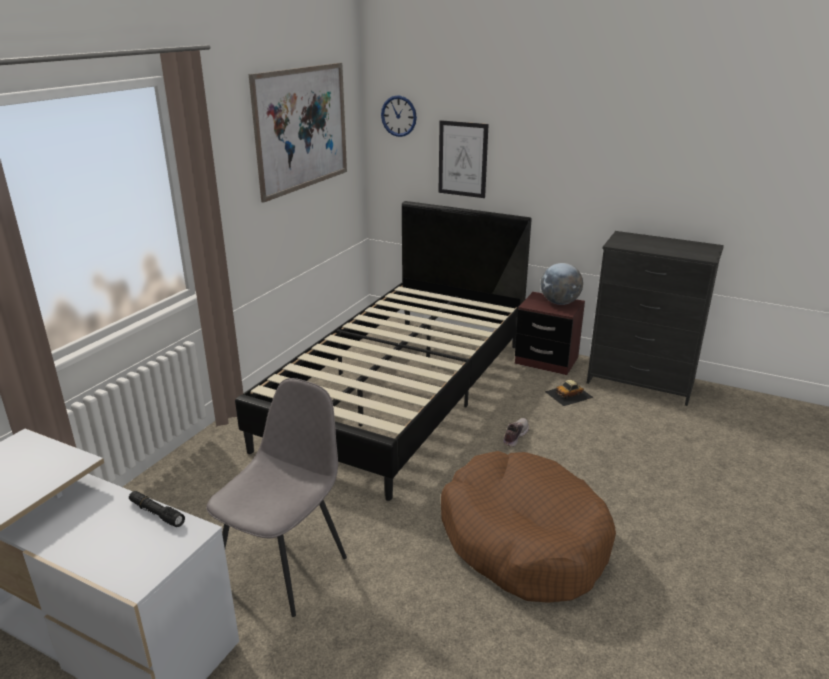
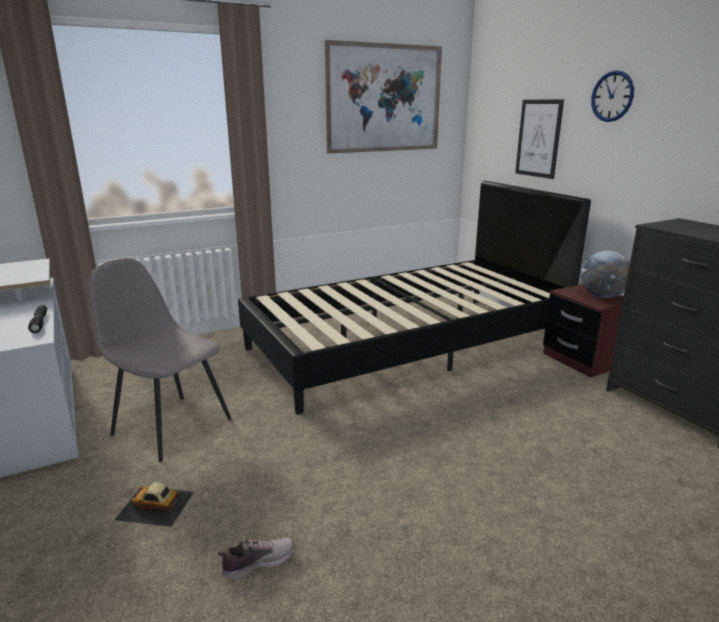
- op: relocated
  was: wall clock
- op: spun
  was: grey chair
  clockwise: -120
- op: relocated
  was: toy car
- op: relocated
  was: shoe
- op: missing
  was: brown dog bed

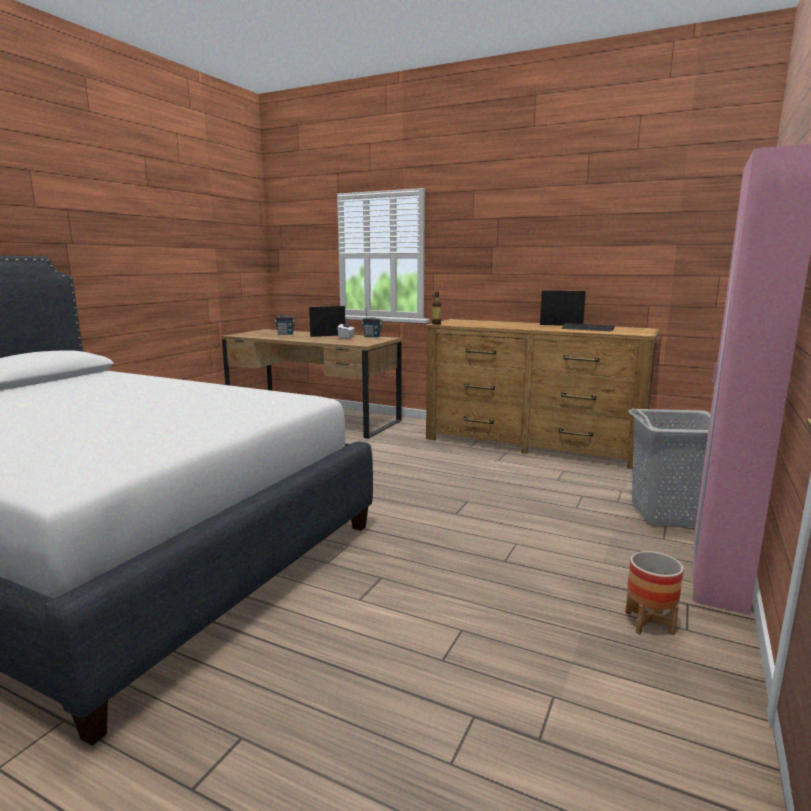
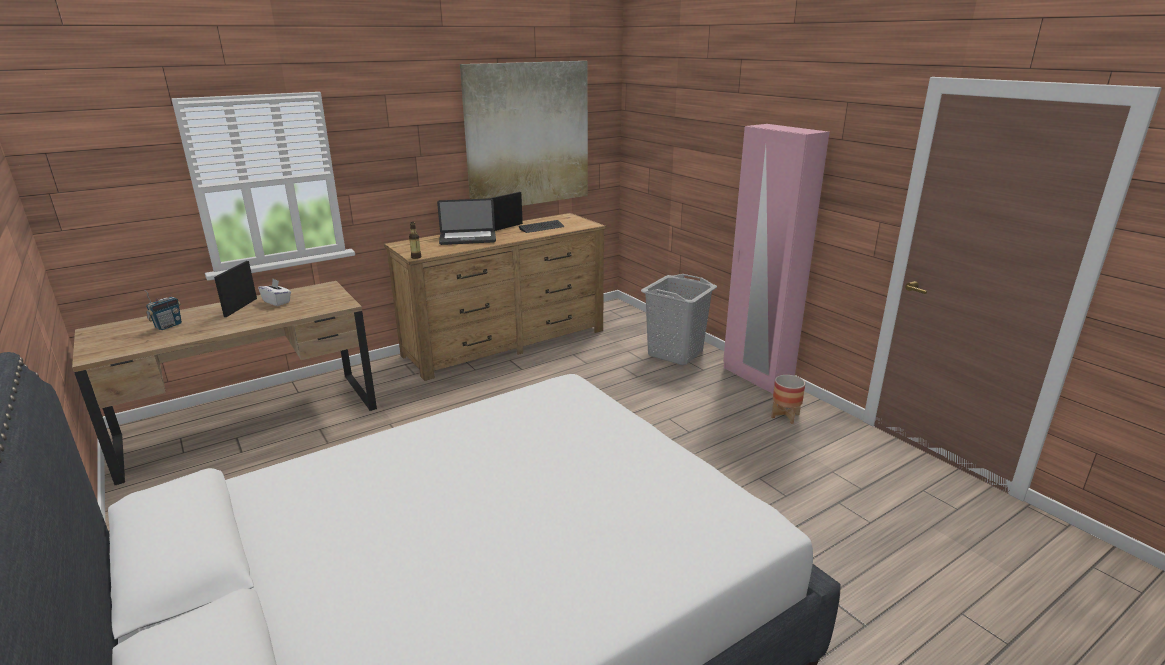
- op: missing
  was: radio (no. 2 from left)
- op: appeared
  now: picture
- op: appeared
  now: laptop

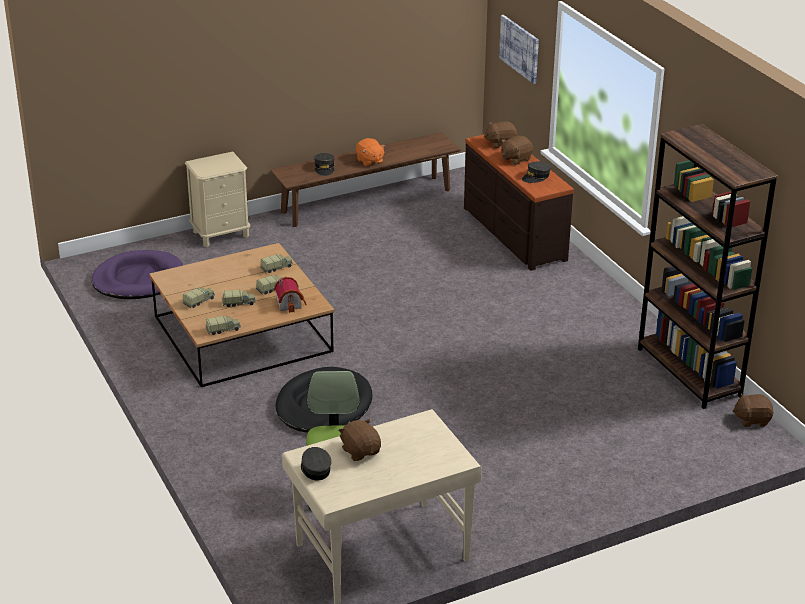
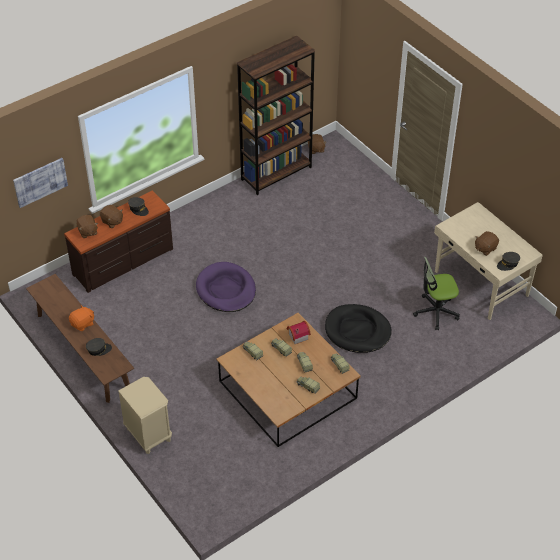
- op: relocated
  was: purple dog bed

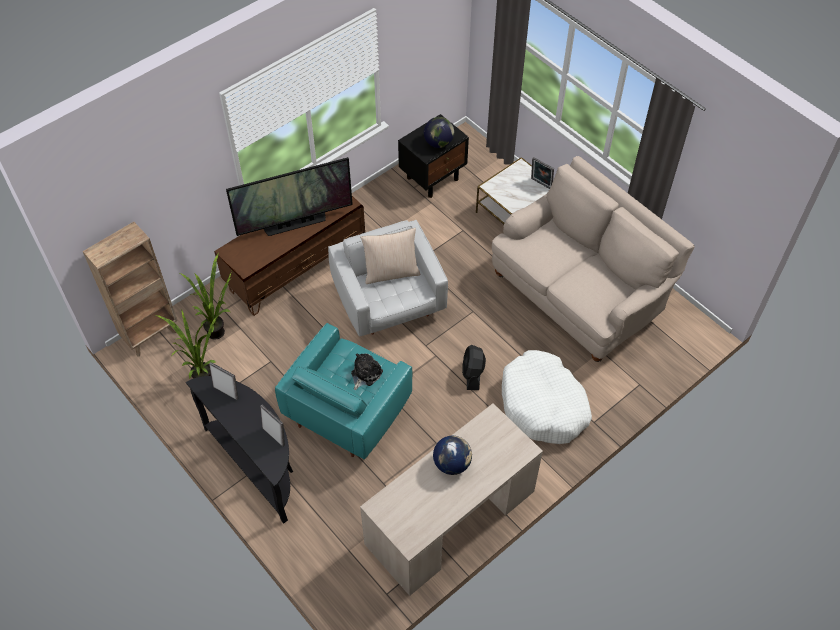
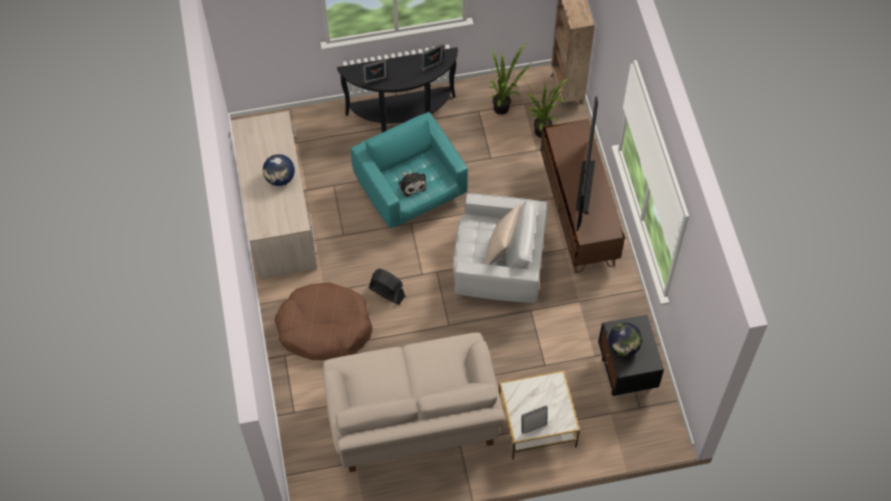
- op: colour
  was: white dog bed
  now: brown dog bed

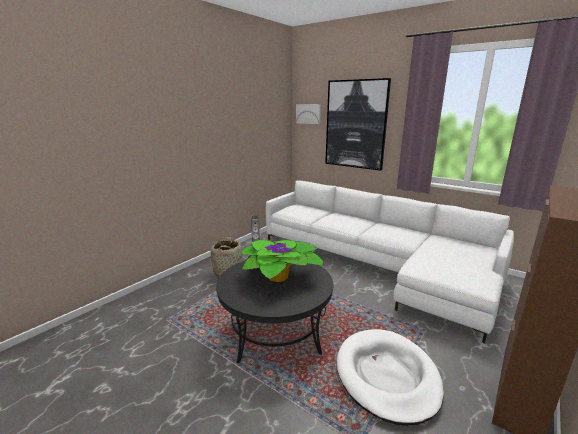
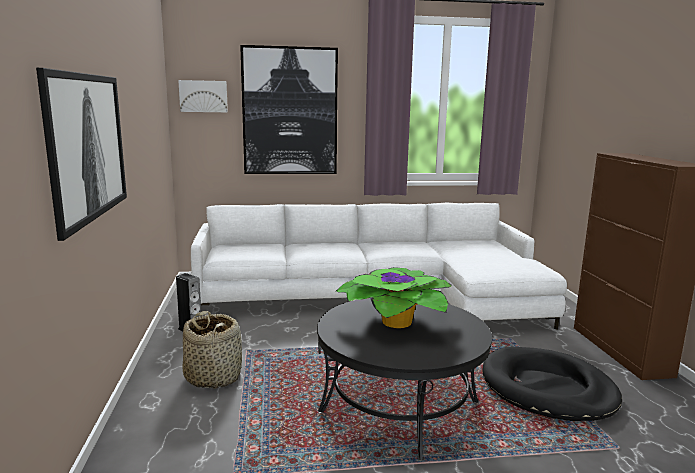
- op: colour
  was: white dog bed
  now: black dog bed
- op: appeared
  now: picture (no. 1 from left)

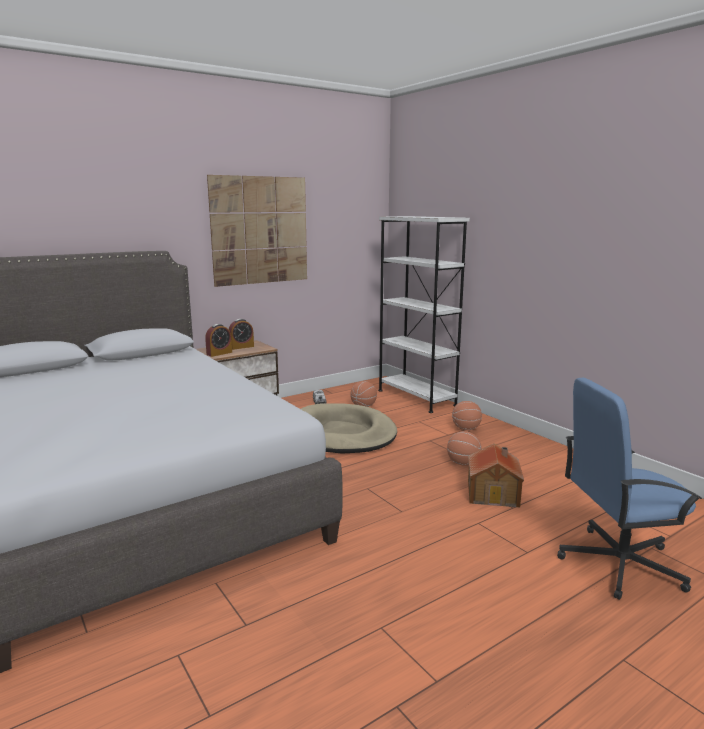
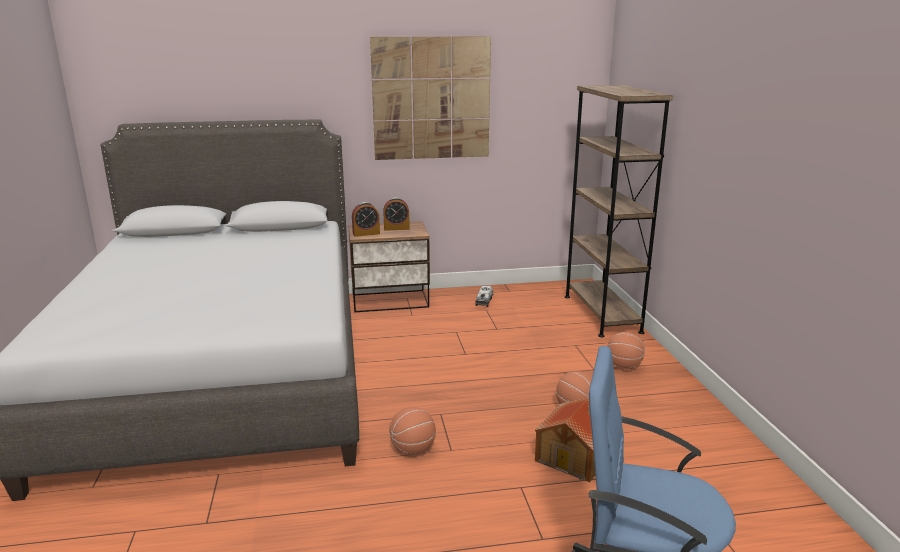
- op: colour
  was: white bookcase
  now: brown bookcase
- op: relocated
  was: basketball (no. 1 from left)
- op: missing
  was: beige dog bed

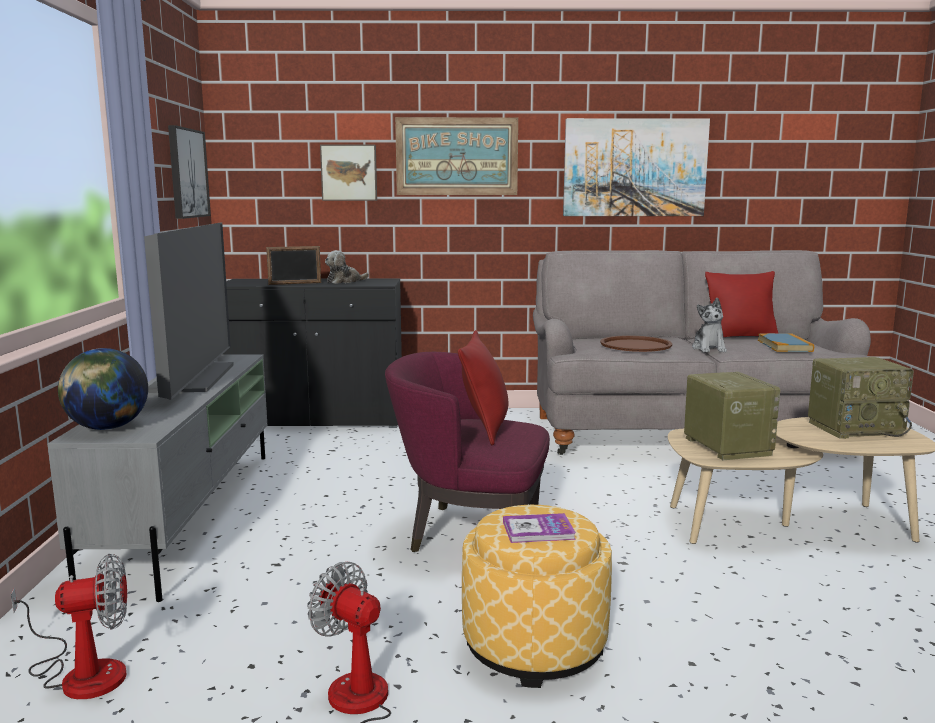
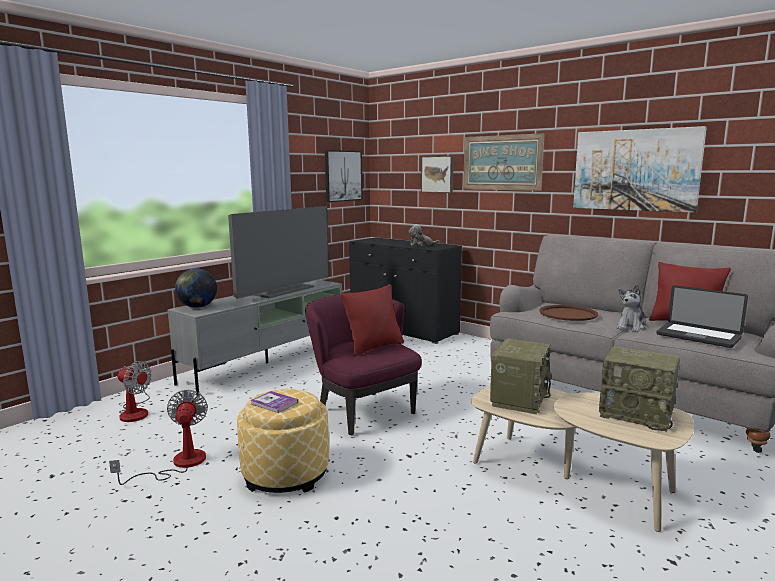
- op: missing
  was: picture frame
- op: exchanged
  was: book (no. 2 from left)
  now: laptop

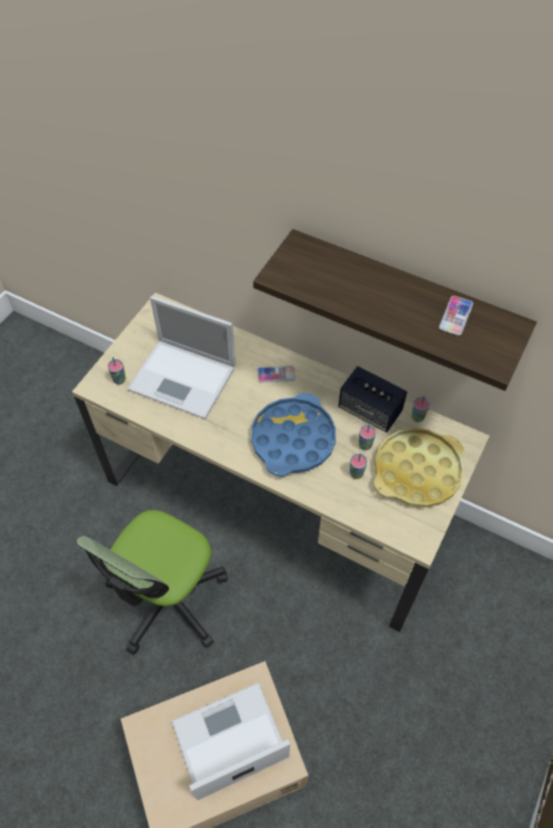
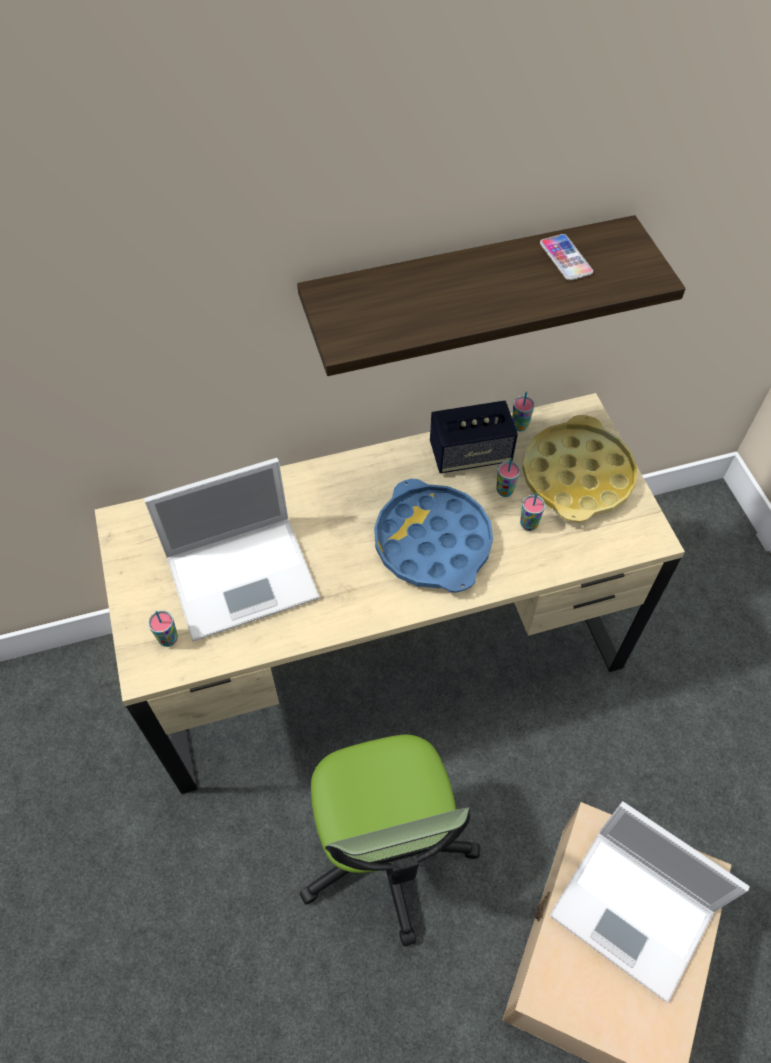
- op: missing
  was: phone (no. 1 from left)
- op: spun
  was: laptop (no. 2 from left)
  clockwise: -75

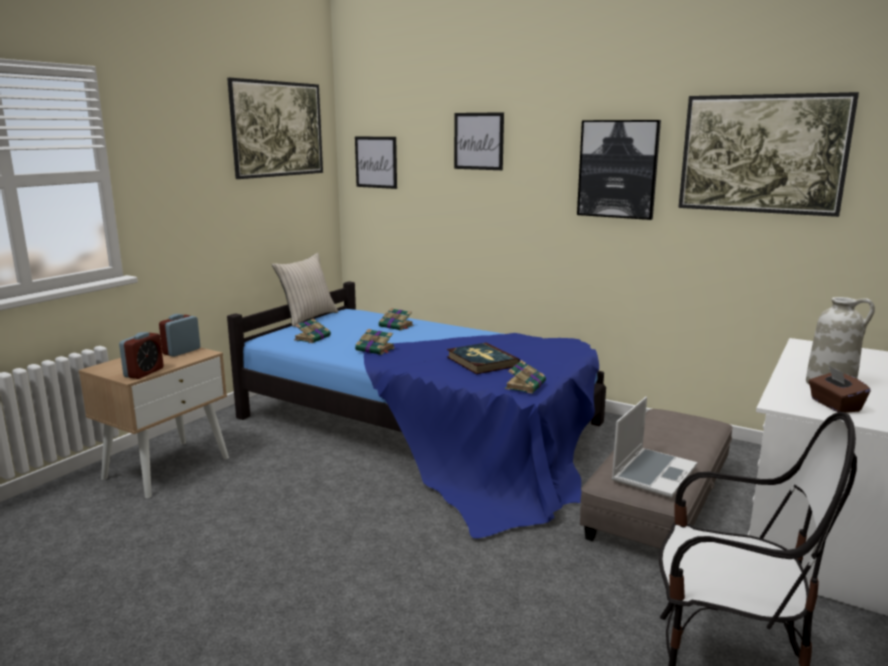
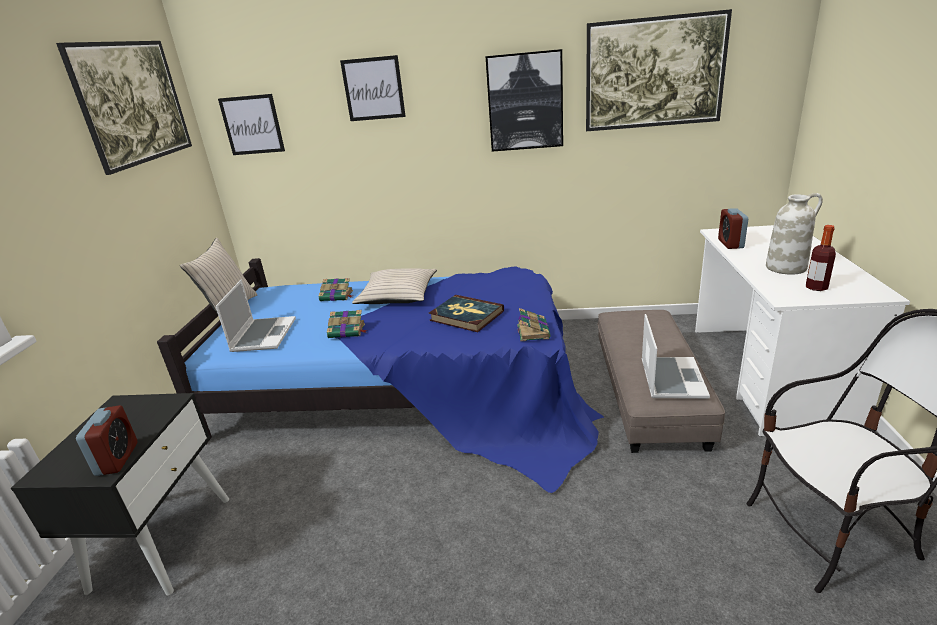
- op: relocated
  was: alarm clock (no. 2 from left)
- op: exchanged
  was: book (no. 1 from left)
  now: laptop (no. 1 from left)
- op: colour
  was: beige nightstand
  now: black nightstand
- op: exchanged
  was: brown tissue box
  now: bottle
- op: appeared
  now: beige pillow (no. 2 from left)

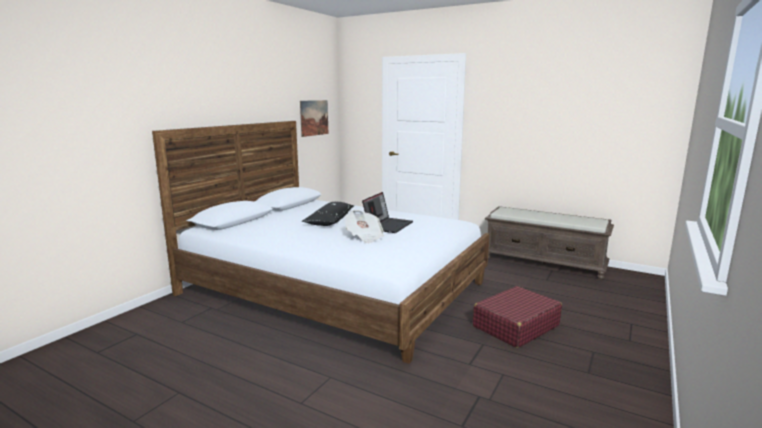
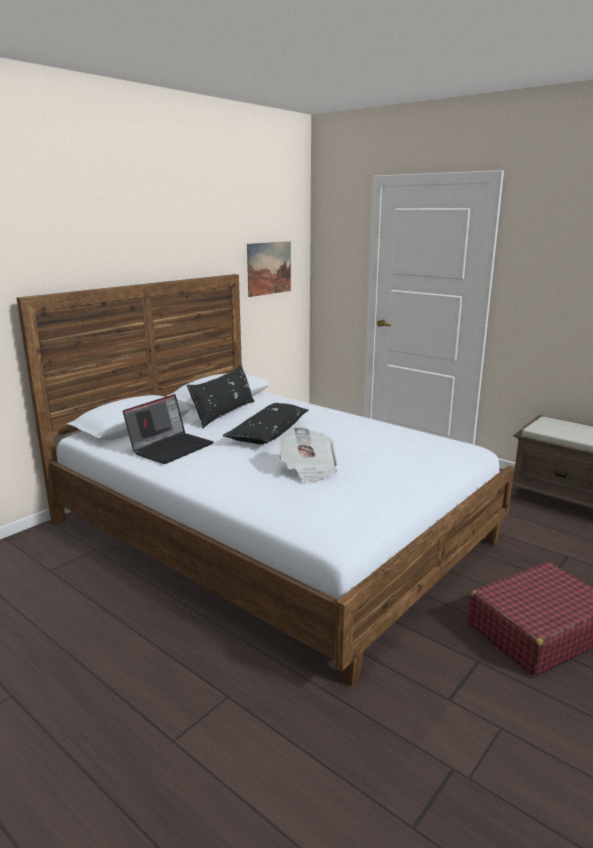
- op: relocated
  was: laptop
- op: appeared
  now: black pillow (no. 1 from left)

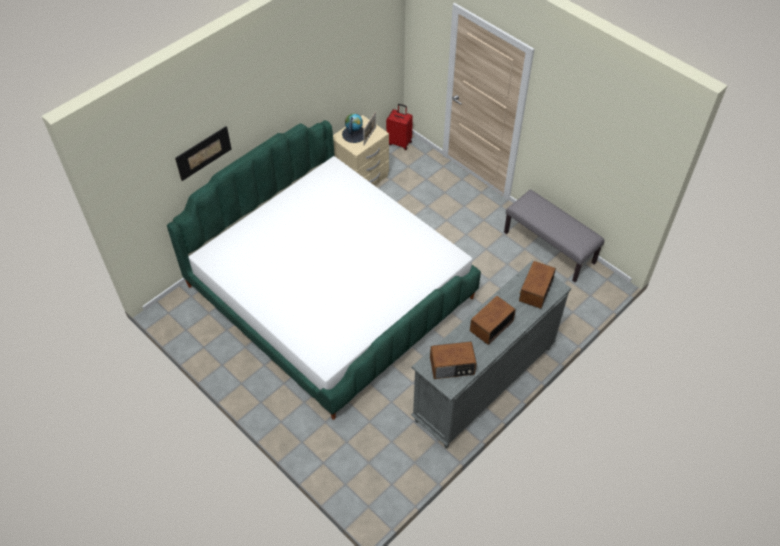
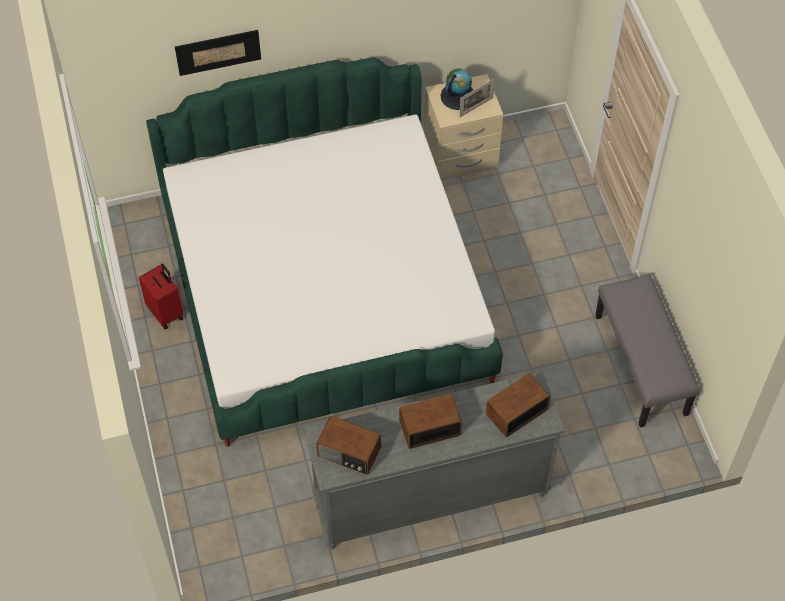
- op: relocated
  was: red suitcase

